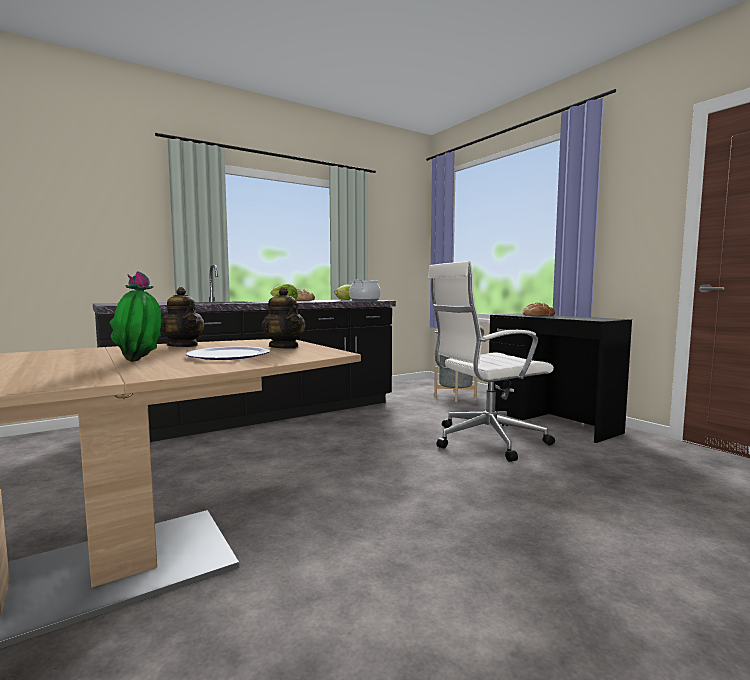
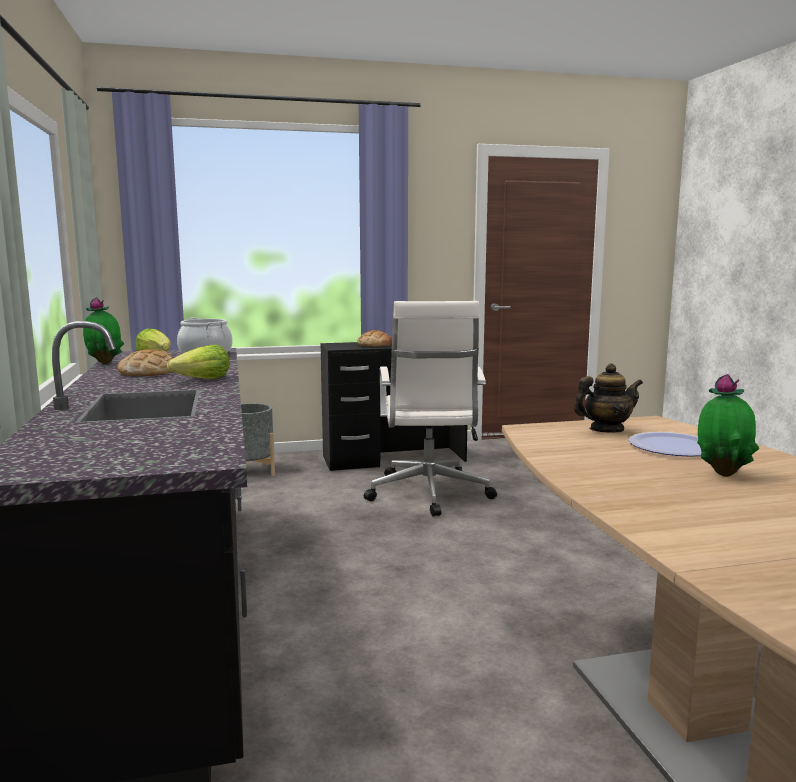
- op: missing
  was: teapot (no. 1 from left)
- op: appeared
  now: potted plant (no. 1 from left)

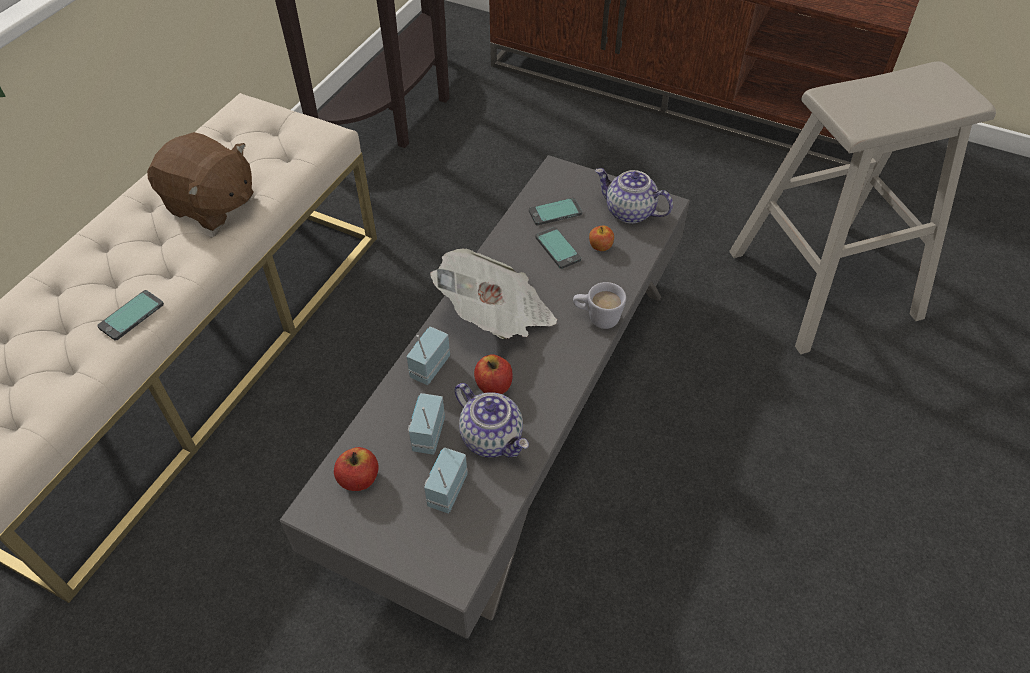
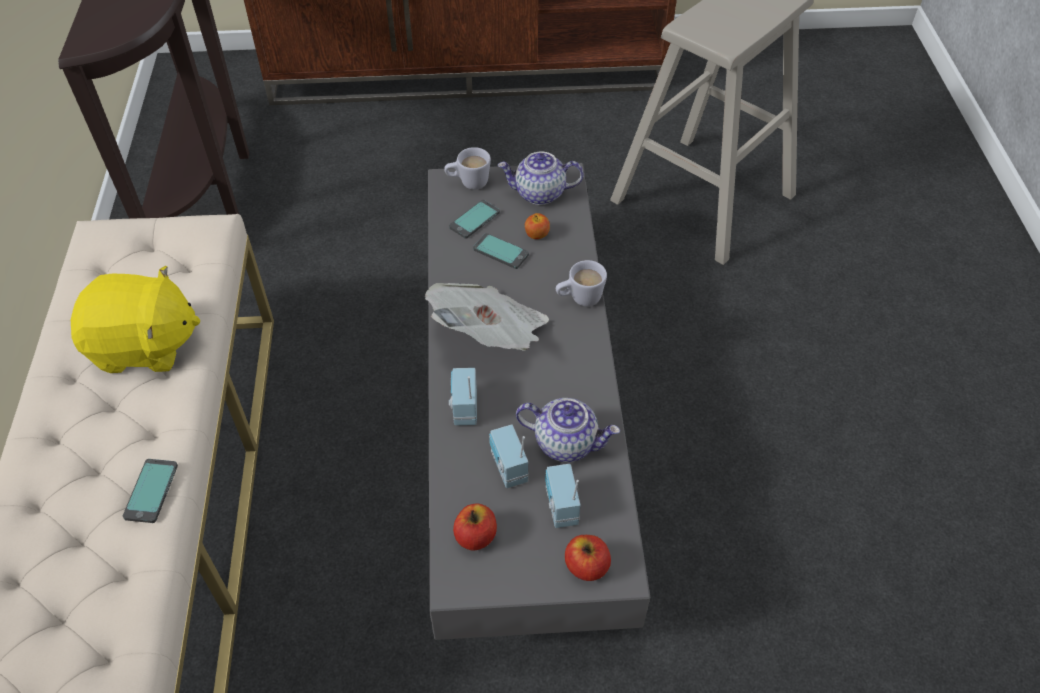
- op: colour
  was: brown plush toy
  now: yellow plush toy
- op: relocated
  was: apple (no. 2 from left in the first image)
  now: apple (no. 3 from left)
- op: appeared
  now: white mug (no. 1 from left)

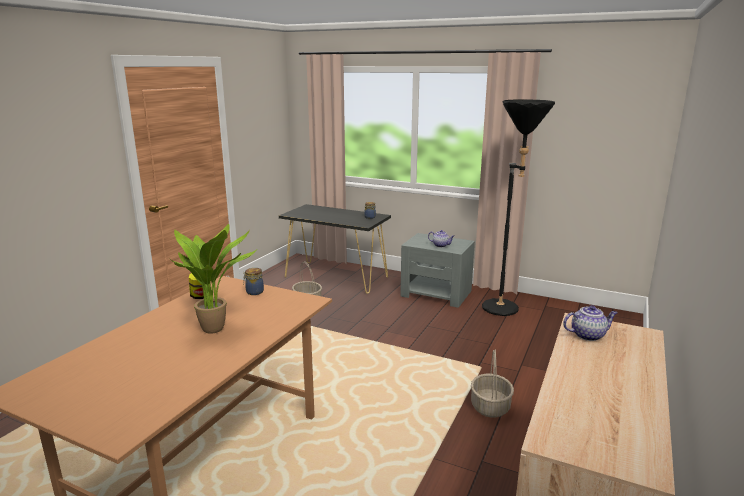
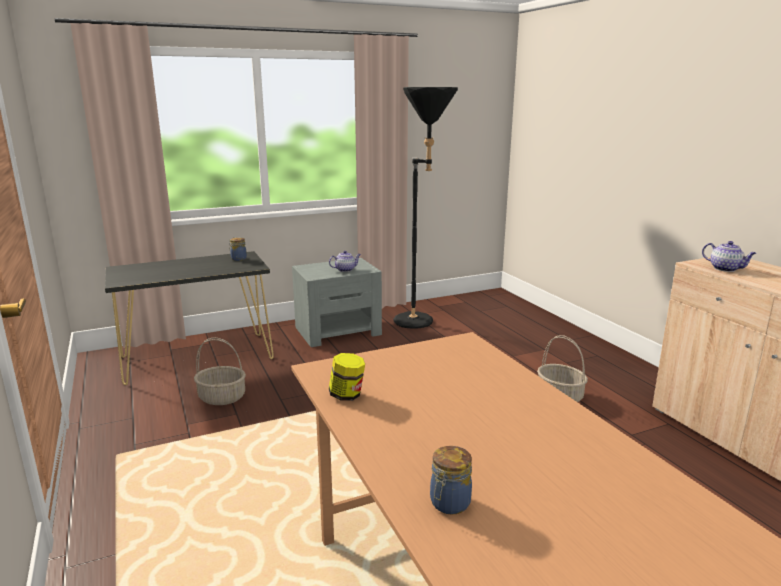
- op: missing
  was: potted plant
- op: relocated
  was: jar (no. 2 from left in the first image)
  now: jar (no. 3 from left)
- op: spun
  was: teapot (no. 2 from left)
  clockwise: 105

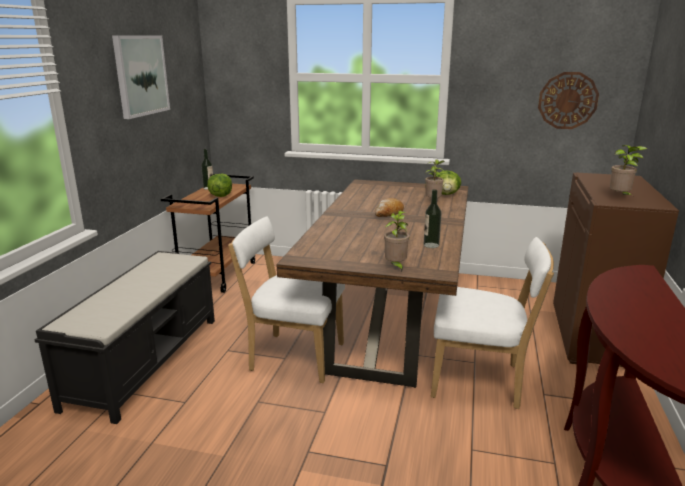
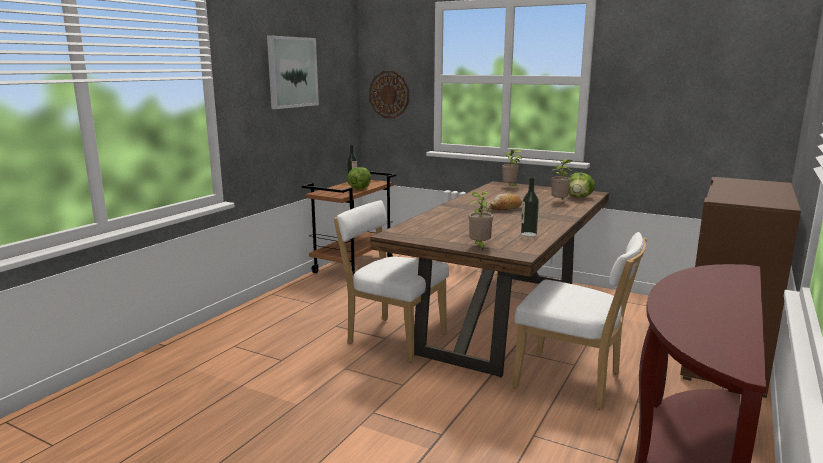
- op: relocated
  was: wall clock
- op: relocated
  was: potted plant (no. 3 from left in the first image)
  now: potted plant (no. 2 from left)
- op: missing
  was: black bench

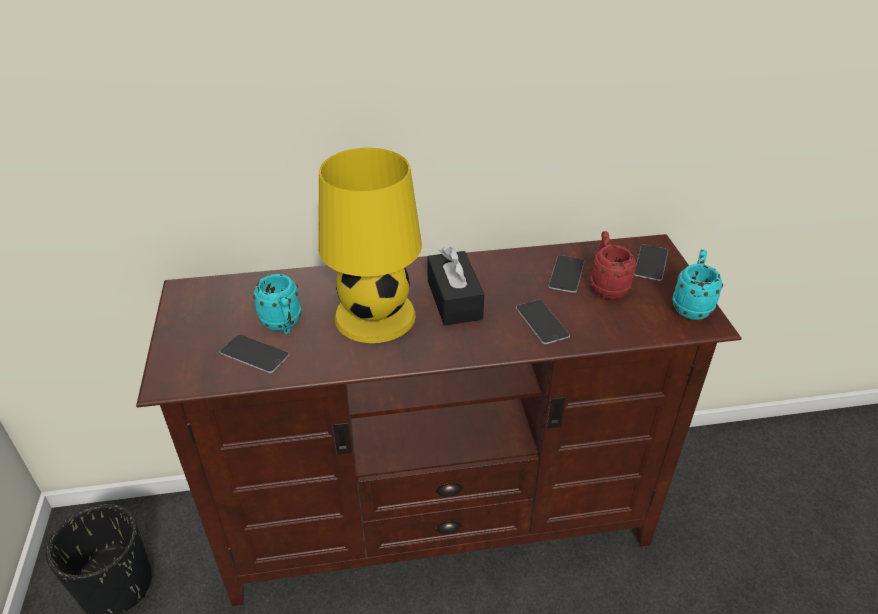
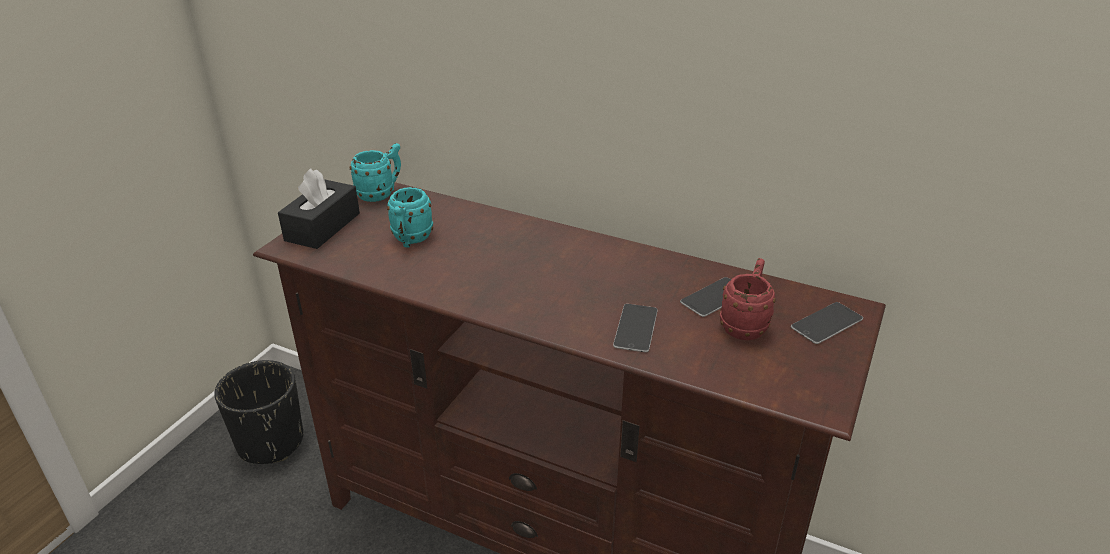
- op: missing
  was: yellow table lamp
- op: relocated
  was: black tissue box
- op: relocated
  was: turquoise mug (no. 2 from left in the first image)
  now: turquoise mug (no. 1 from left)
- op: missing
  was: phone (no. 1 from left)

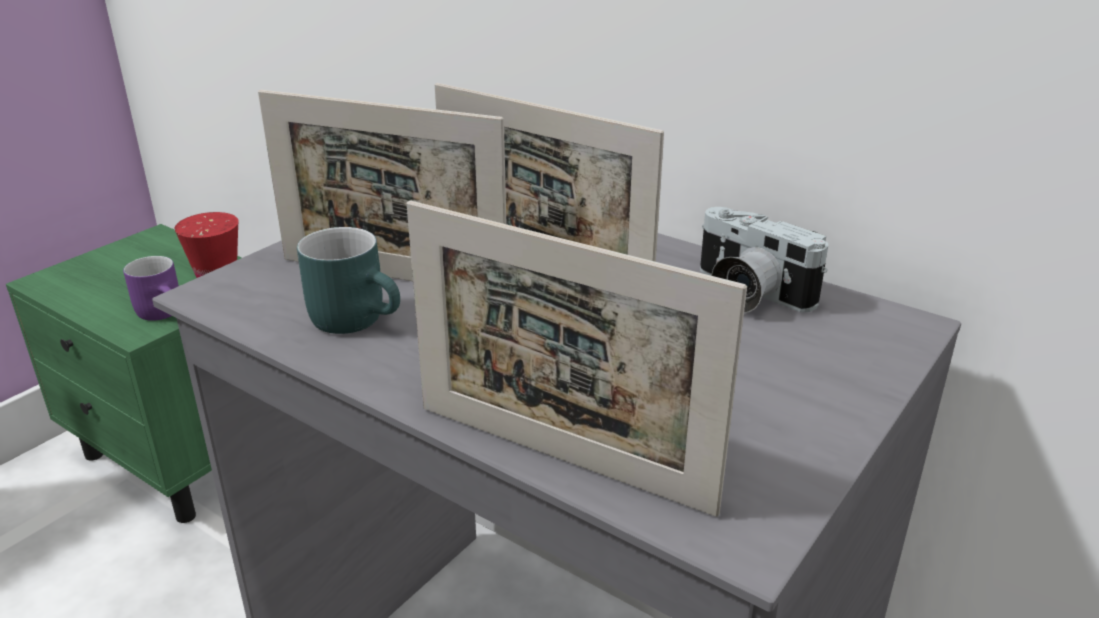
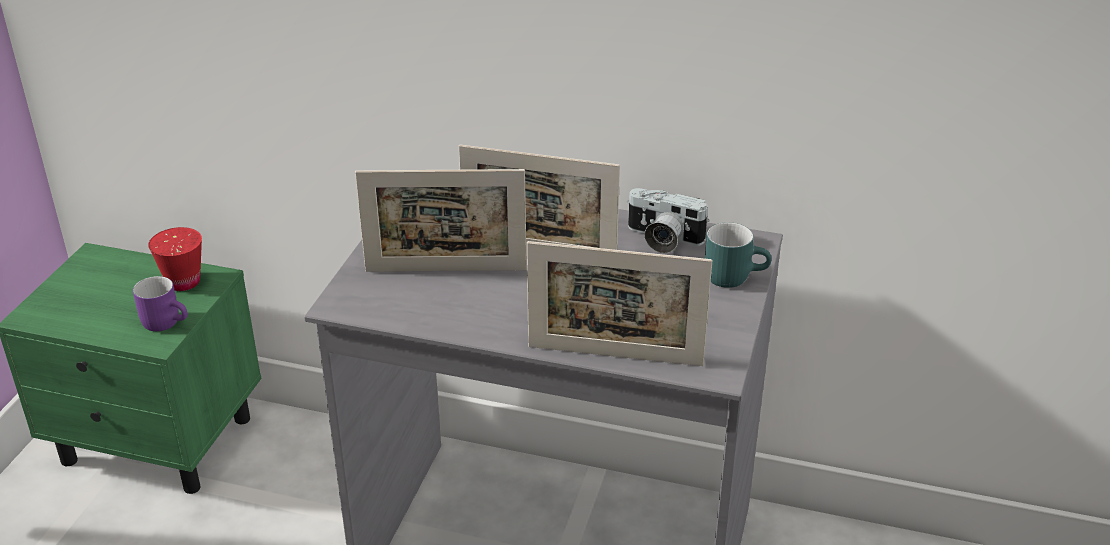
- op: relocated
  was: turquoise mug

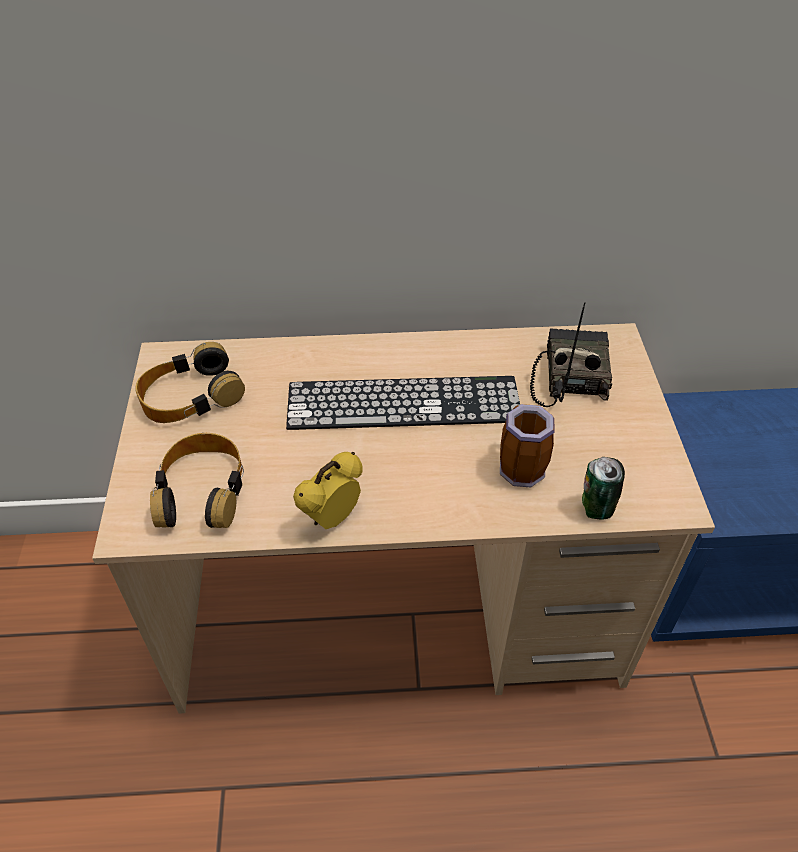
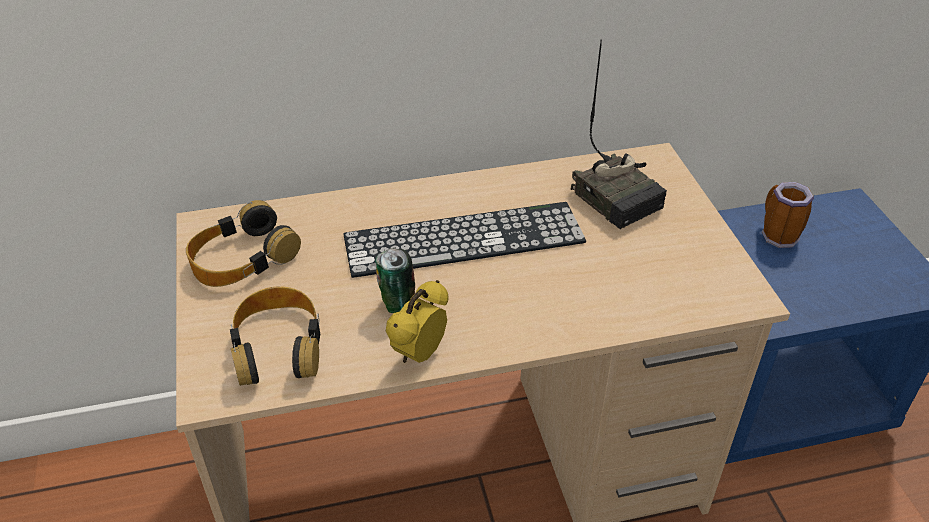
- op: spun
  was: radio
  clockwise: 150
- op: relocated
  was: mug
- op: relocated
  was: can

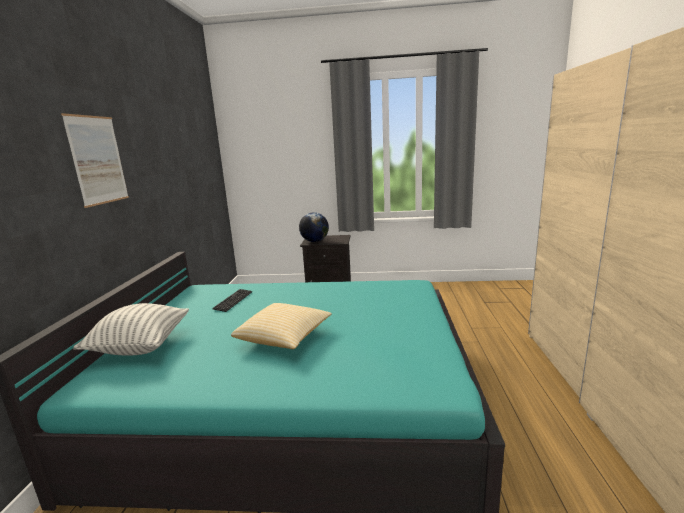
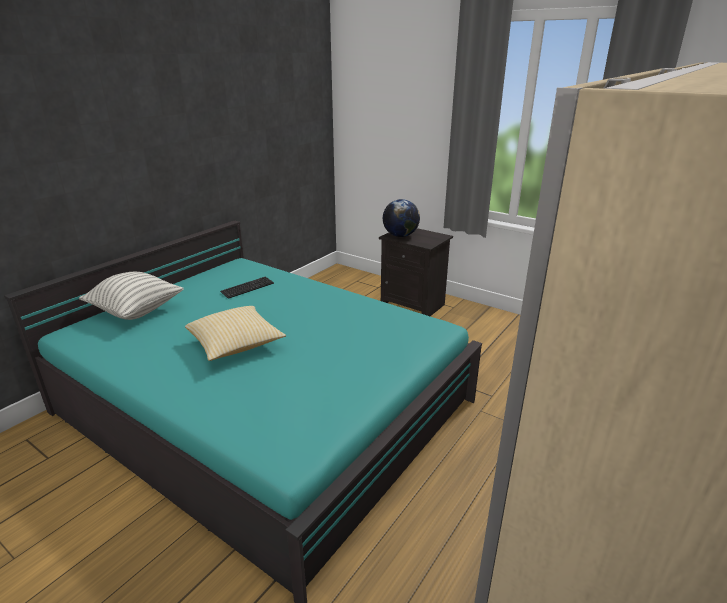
- op: missing
  was: picture

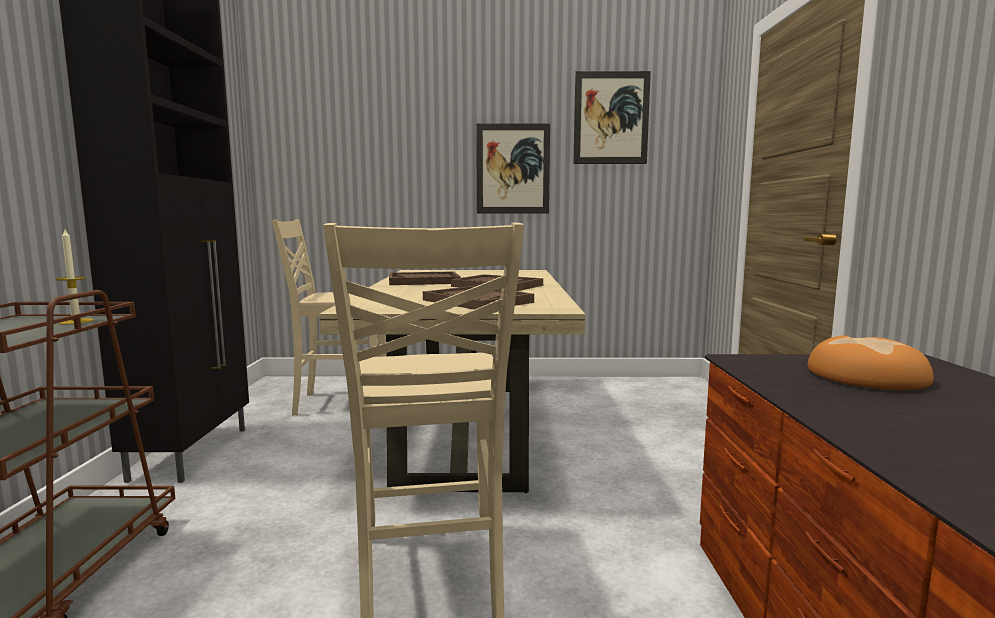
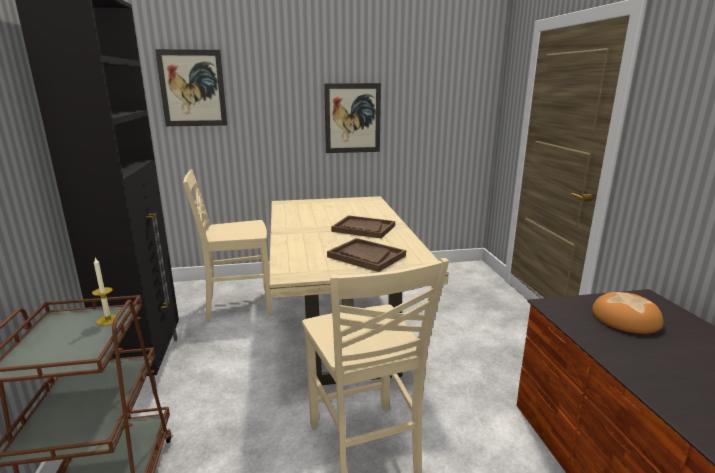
- op: relocated
  was: picture (no. 2 from left in the first image)
  now: picture (no. 1 from left)
- op: missing
  was: brown tray (no. 1 from left)

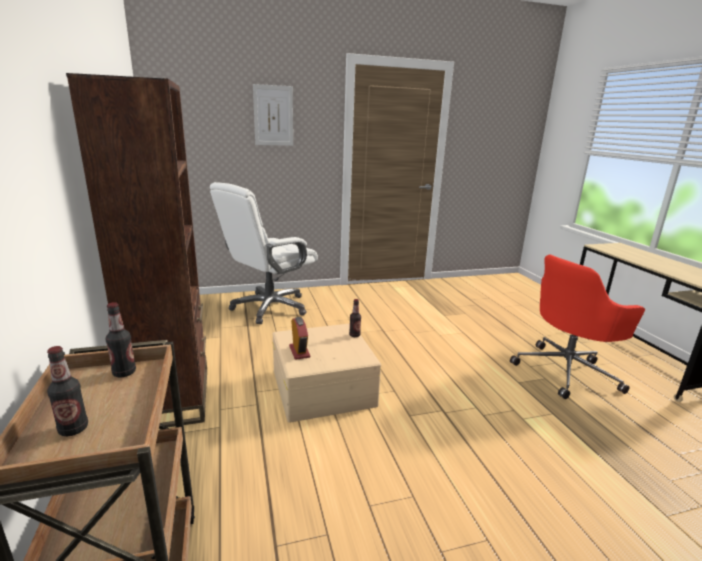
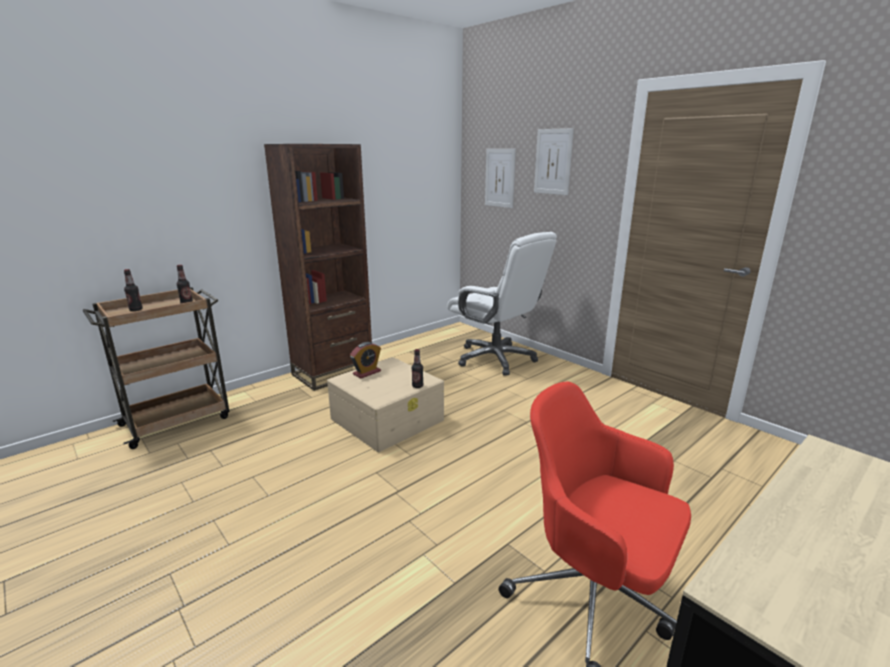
- op: spun
  was: white office chair
  clockwise: -150
- op: appeared
  now: picture (no. 1 from left)

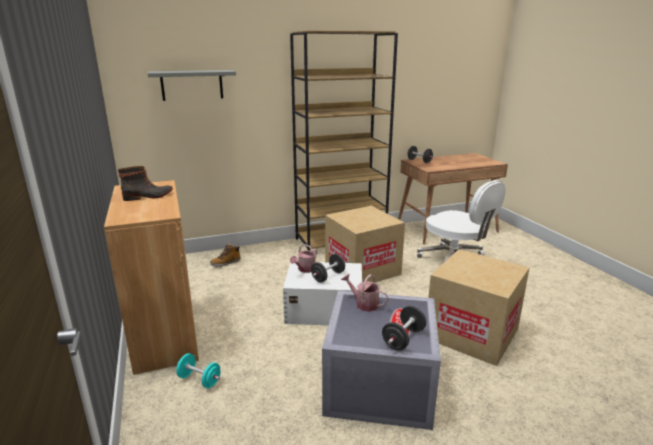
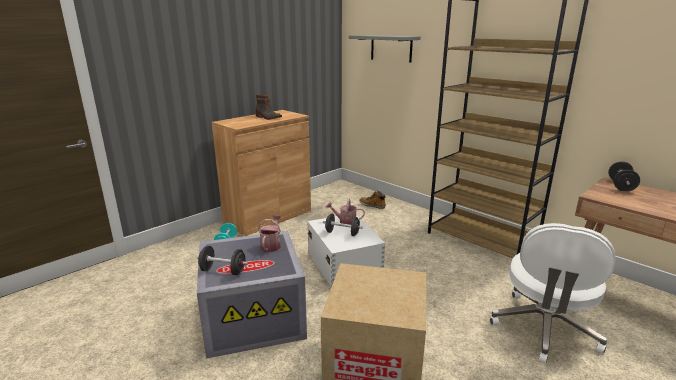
- op: missing
  was: cardboard box (no. 1 from left)

